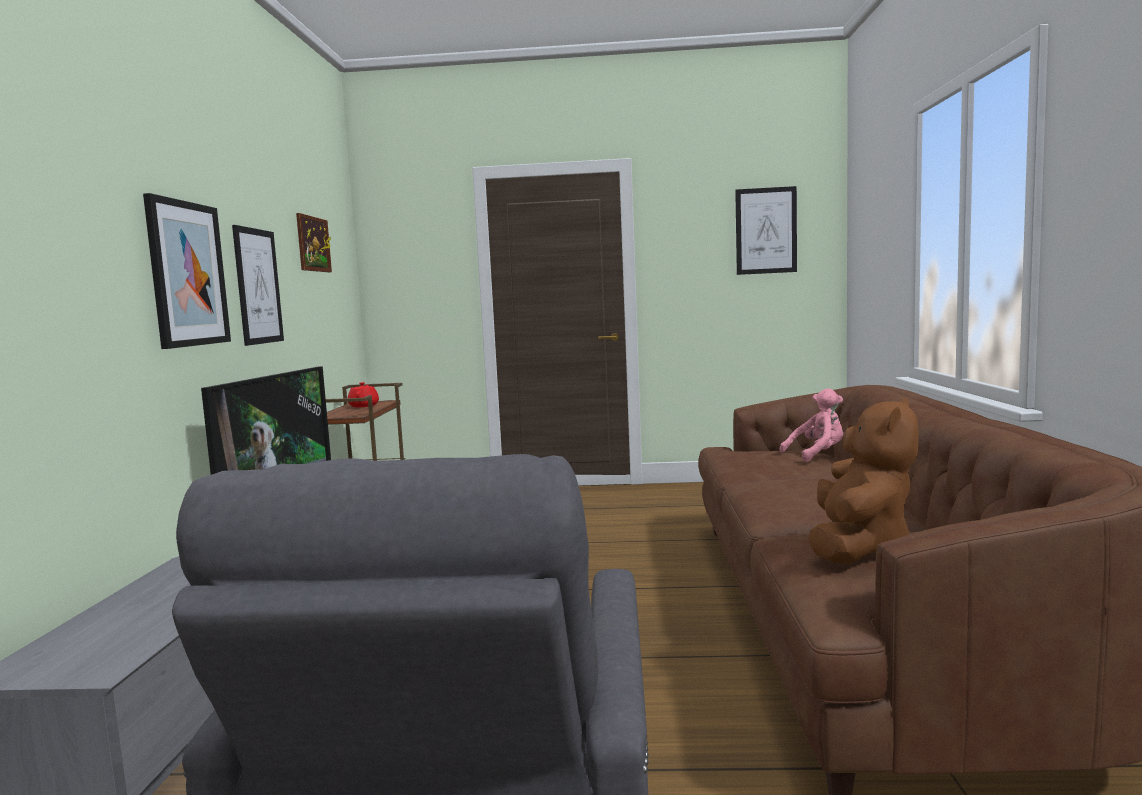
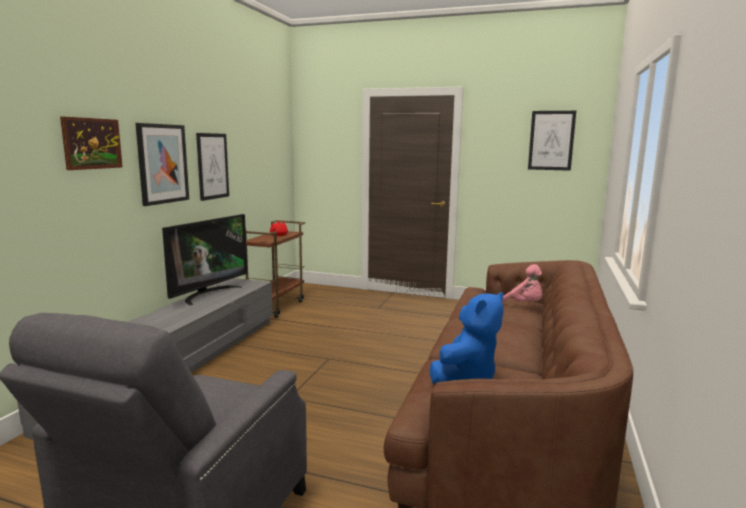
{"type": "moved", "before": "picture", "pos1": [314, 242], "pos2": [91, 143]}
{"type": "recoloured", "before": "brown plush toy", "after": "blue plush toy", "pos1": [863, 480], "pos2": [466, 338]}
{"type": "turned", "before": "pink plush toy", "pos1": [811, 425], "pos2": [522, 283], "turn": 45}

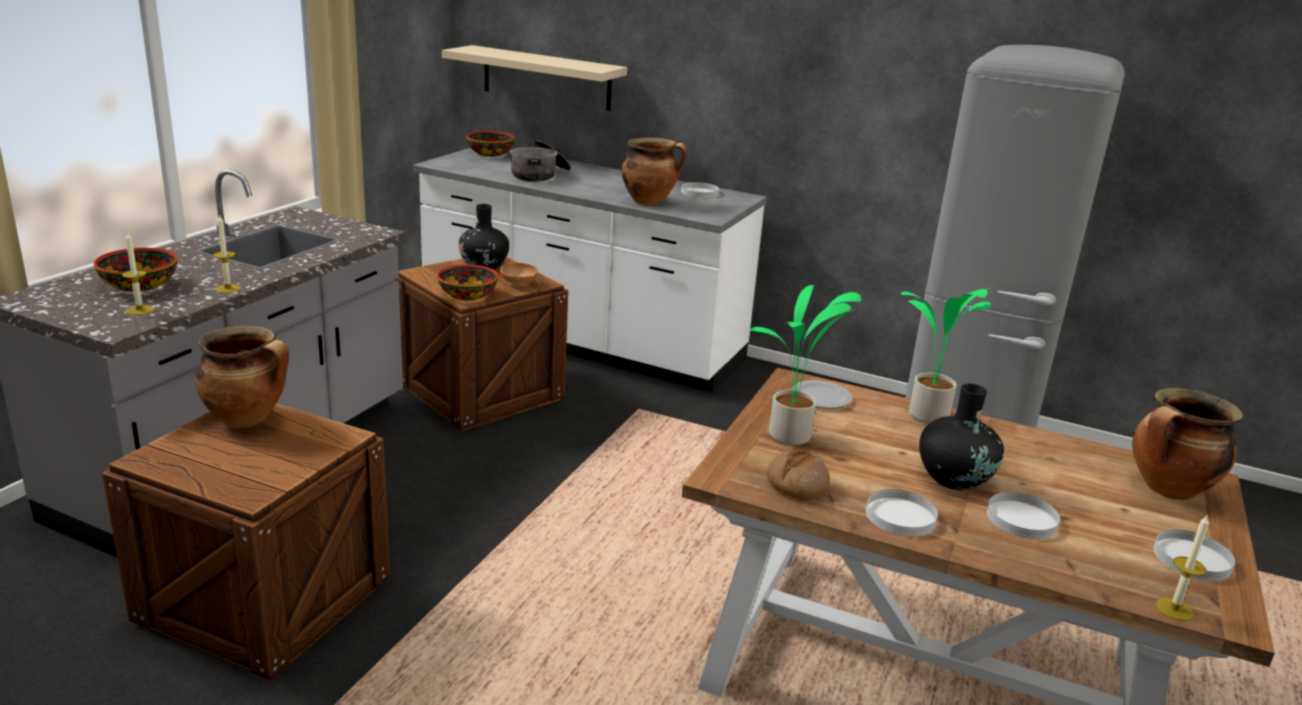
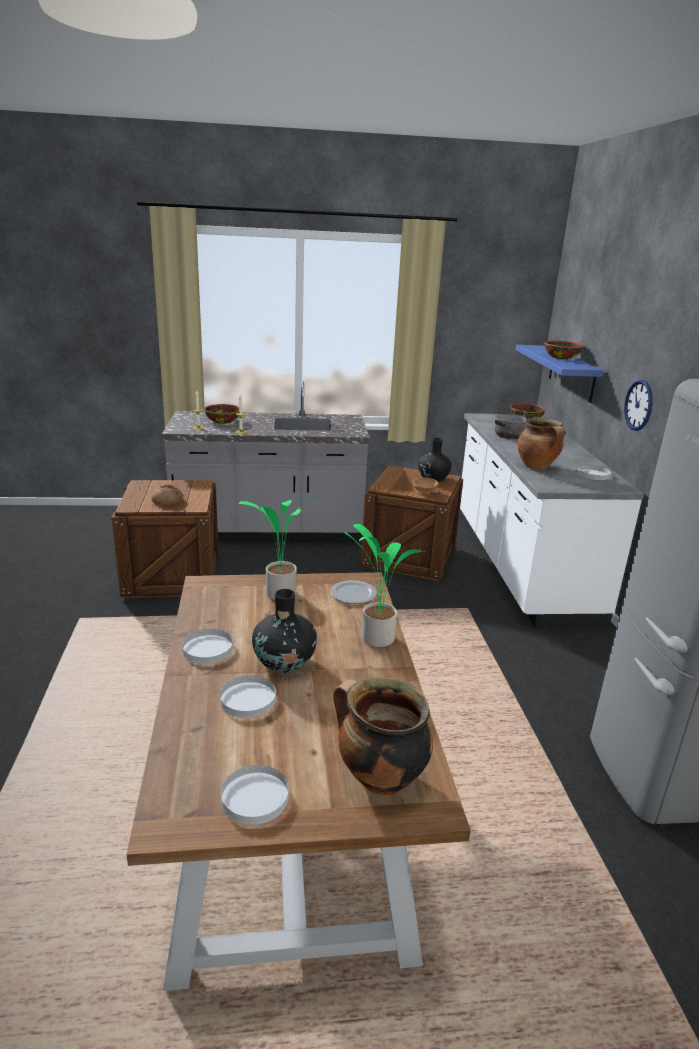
{"type": "removed", "before": "cooking pot", "pos1": [242, 377]}
{"type": "removed", "before": "candle", "pos1": [1182, 567]}
{"type": "added", "after": "wall clock", "pos2": [638, 405]}
{"type": "moved", "before": "bowl", "pos1": [467, 282], "pos2": [563, 350]}
{"type": "moved", "before": "bread", "pos1": [798, 474], "pos2": [167, 495]}
{"type": "recoloured", "before": "beige shelf", "after": "blue shelf", "pos1": [534, 78], "pos2": [560, 374]}

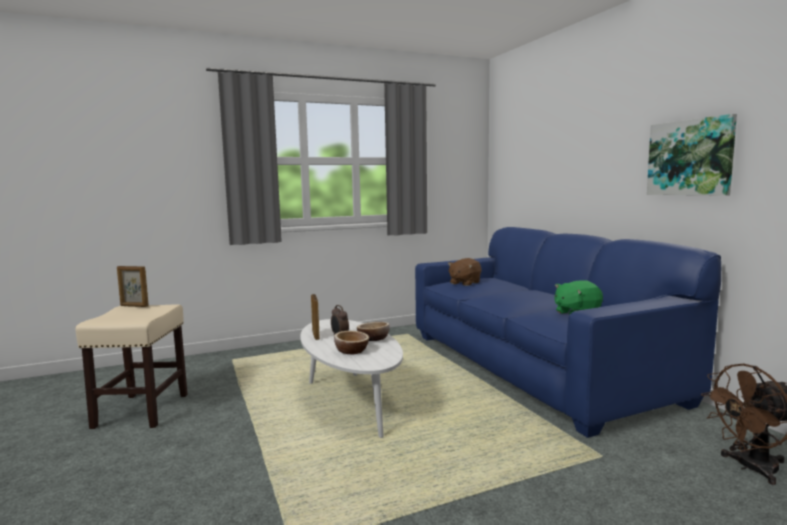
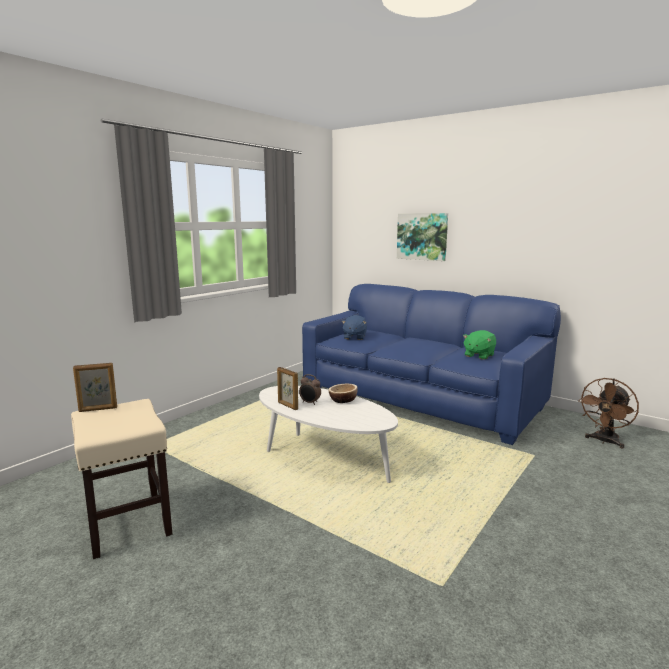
{"type": "removed", "before": "bowl", "pos1": [351, 342]}
{"type": "moved", "before": "picture", "pos1": [692, 155], "pos2": [422, 237]}
{"type": "recoloured", "before": "brown plush toy", "after": "blue plush toy", "pos1": [464, 272], "pos2": [354, 327]}

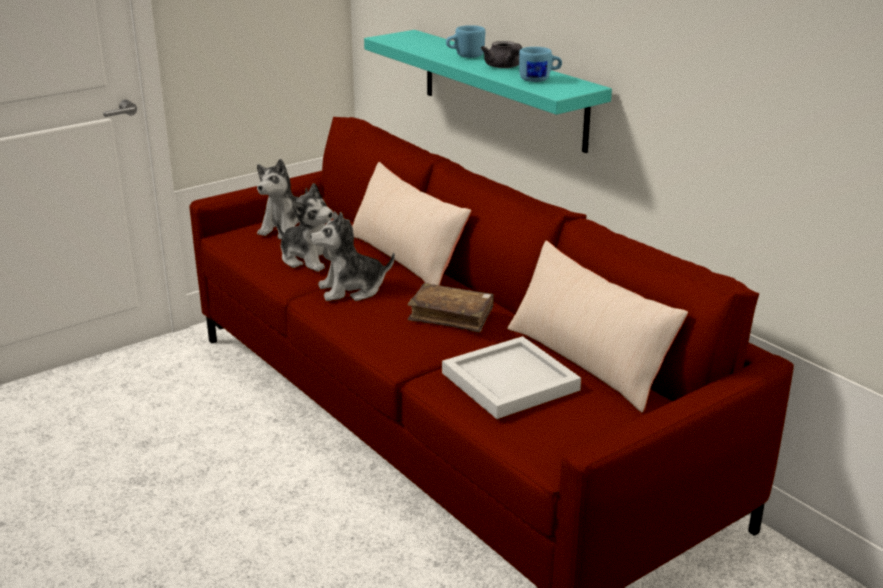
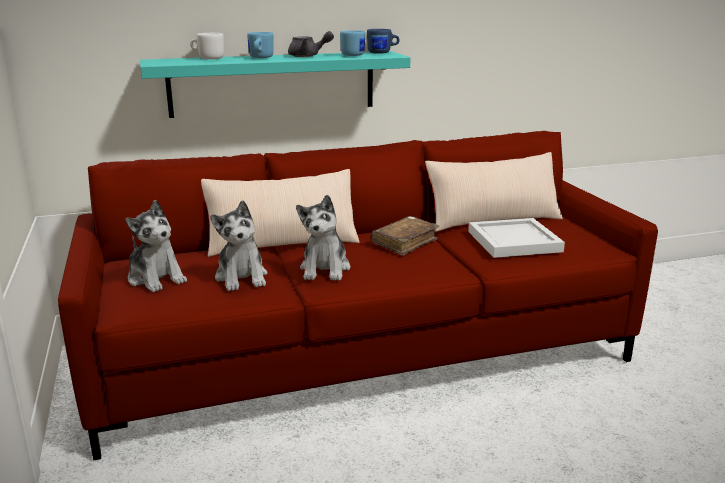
{"type": "added", "after": "white mug", "pos2": [207, 46]}
{"type": "added", "after": "blue mug", "pos2": [383, 41]}
{"type": "turned", "before": "plush toy", "pos1": [305, 227], "pos2": [238, 245], "turn": 105}

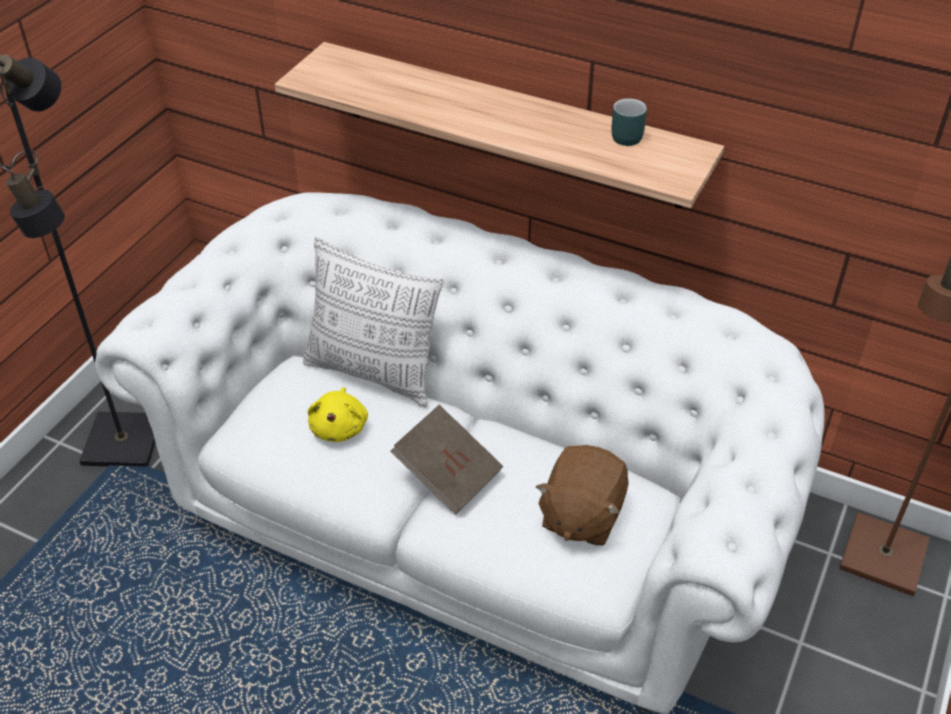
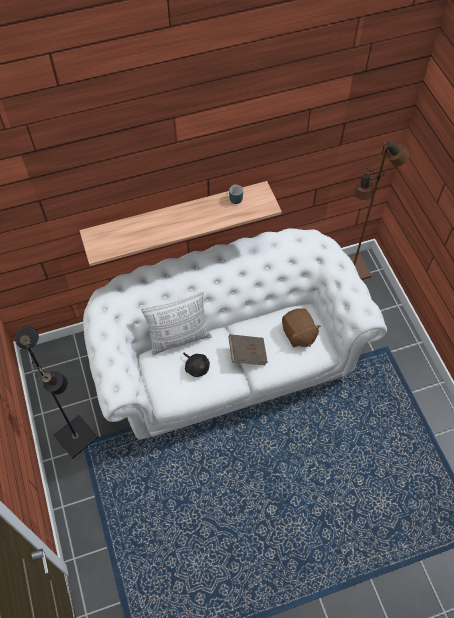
{"type": "recoloured", "before": "yellow plush toy", "after": "black plush toy", "pos1": [338, 414], "pos2": [196, 365]}

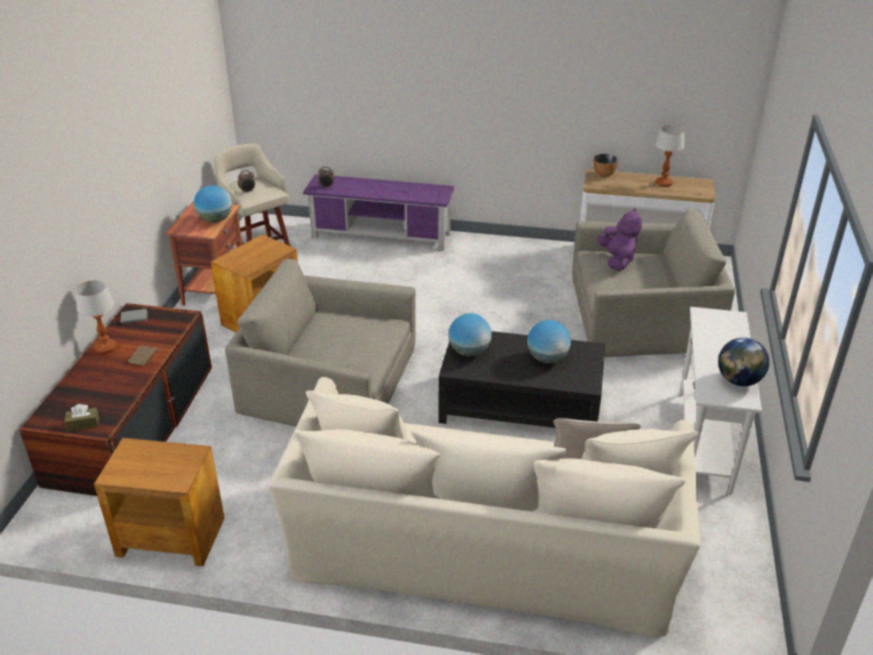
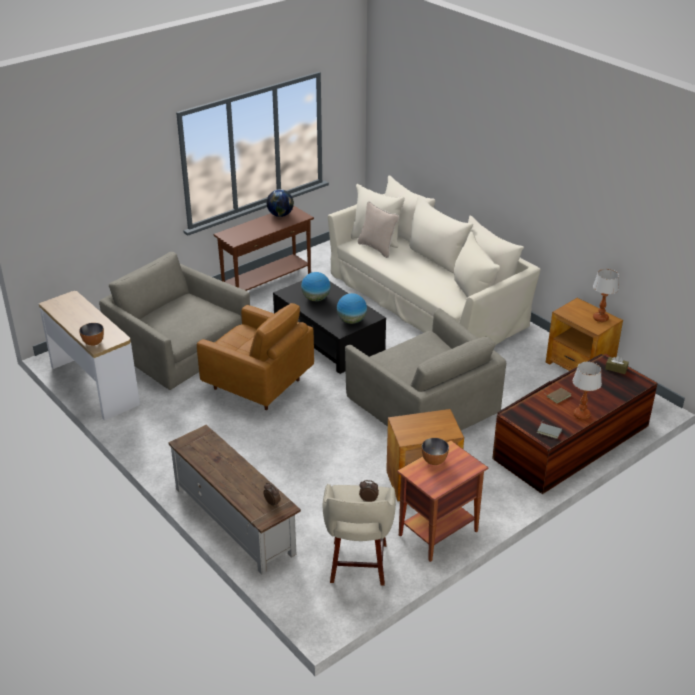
{"type": "removed", "before": "purple plush toy", "pos1": [620, 239]}
{"type": "added", "after": "brown armchair", "pos2": [255, 356]}
{"type": "moved", "before": "table lamp", "pos1": [670, 156], "pos2": [606, 295]}
{"type": "replaced", "before": "globe", "after": "bowl", "pos1": [213, 204], "pos2": [435, 451]}
{"type": "recoloured", "before": "purple tv stand", "after": "brown tv stand", "pos1": [378, 212], "pos2": [234, 500]}
{"type": "recoloured", "before": "white console table", "after": "brown console table", "pos1": [721, 401], "pos2": [263, 248]}

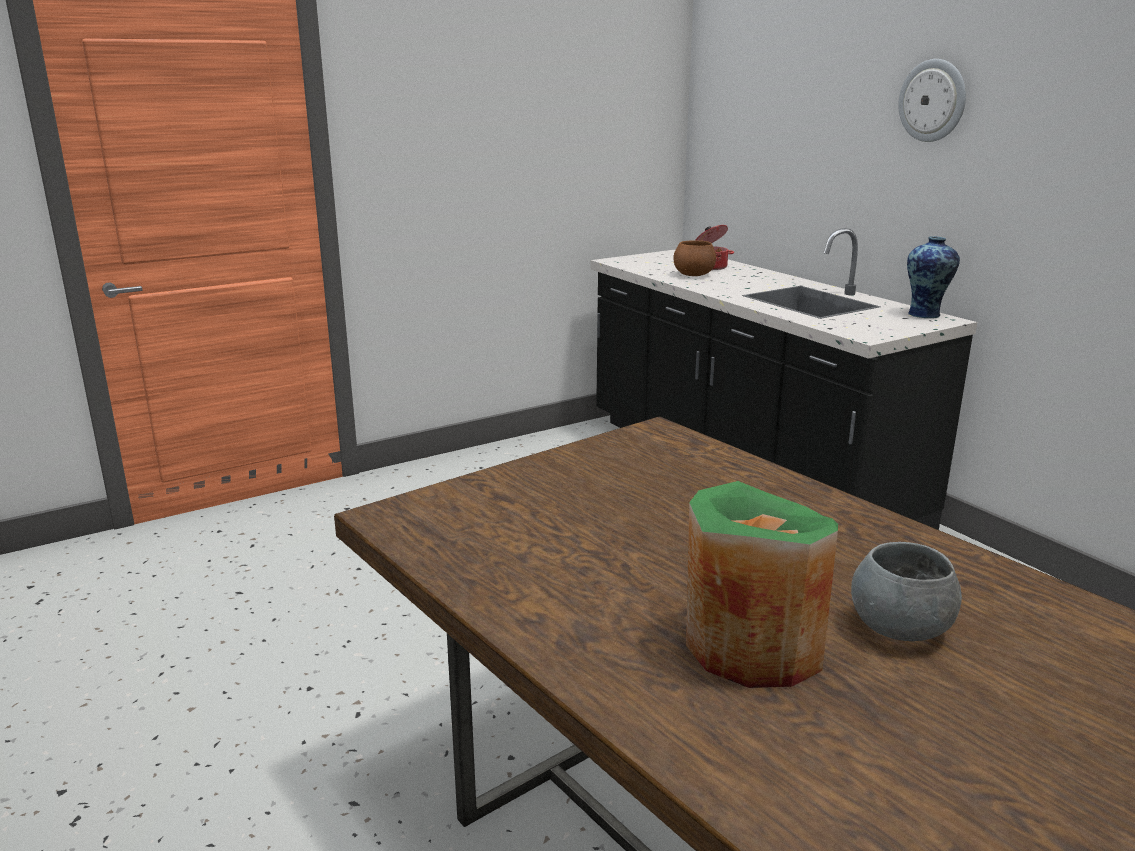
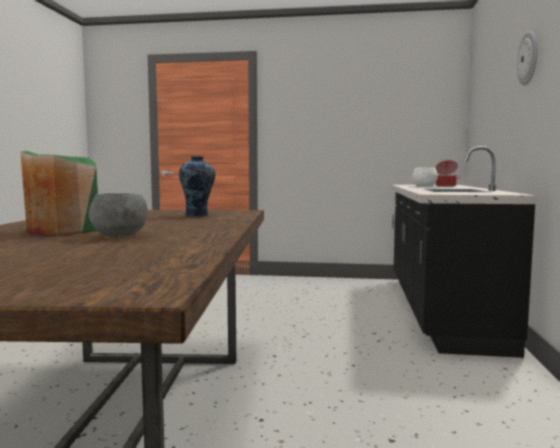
{"type": "moved", "before": "vase", "pos1": [933, 277], "pos2": [197, 186]}
{"type": "recoloured", "before": "brown bowl", "after": "white bowl", "pos1": [695, 258], "pos2": [425, 177]}

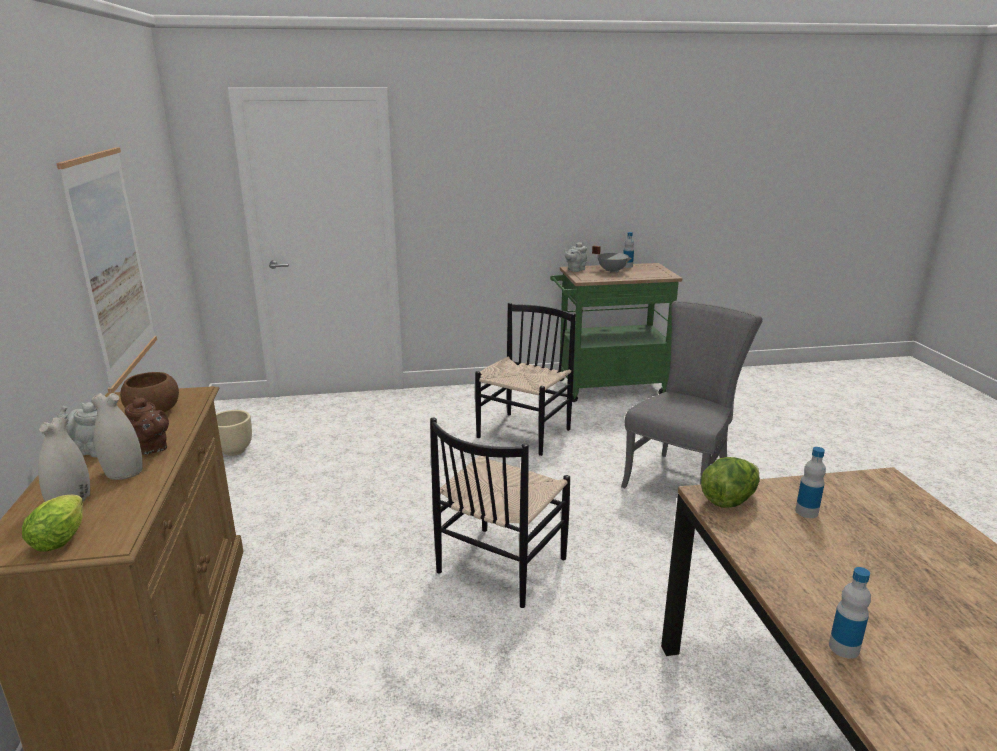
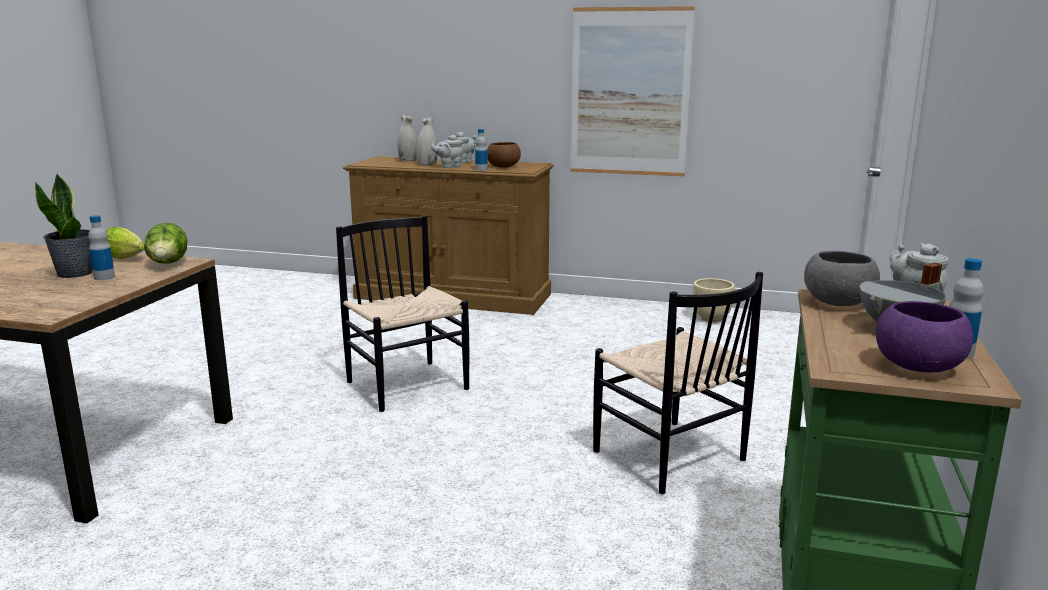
{"type": "removed", "before": "grey chair", "pos1": [692, 394]}
{"type": "added", "after": "potted plant", "pos2": [64, 225]}
{"type": "added", "after": "grey bowl", "pos2": [842, 278]}
{"type": "added", "after": "purple bowl", "pos2": [924, 336]}
{"type": "moved", "before": "lettuce", "pos1": [52, 523], "pos2": [125, 243]}
{"type": "moved", "before": "bottle", "pos1": [850, 613], "pos2": [481, 150]}
{"type": "recoloured", "before": "brown teapot", "after": "grey teapot", "pos1": [147, 425], "pos2": [447, 151]}

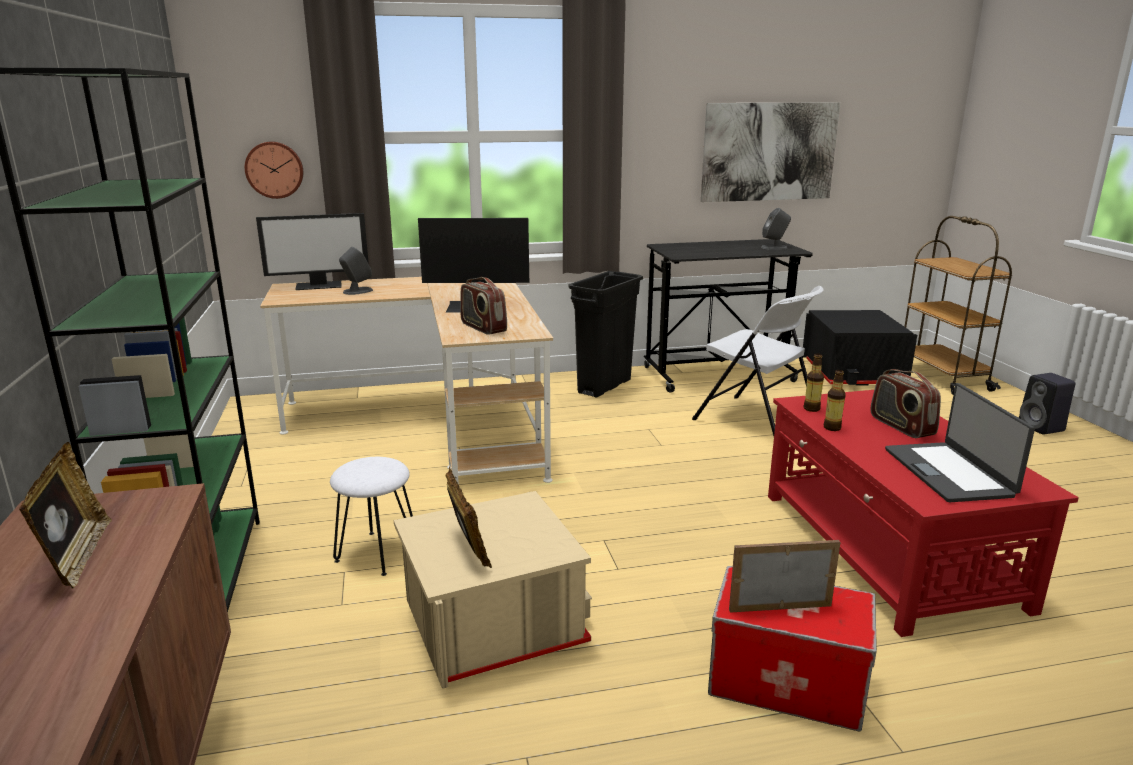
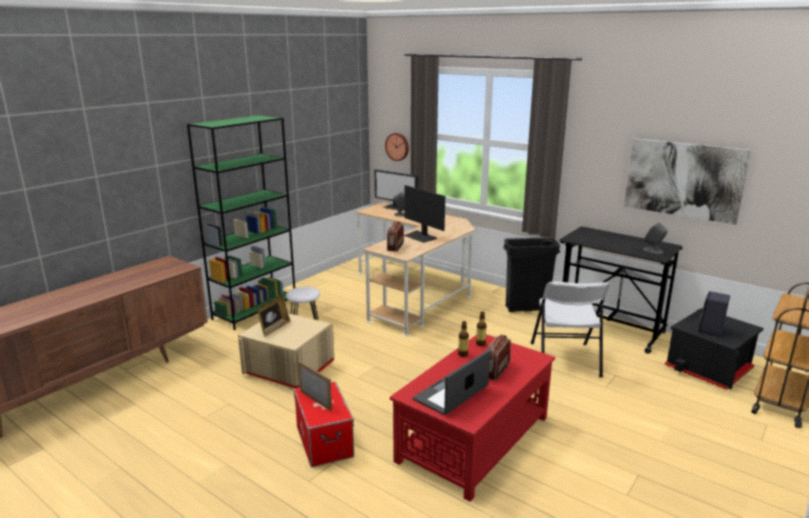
{"type": "removed", "before": "picture frame", "pos1": [65, 515]}
{"type": "moved", "before": "black speaker", "pos1": [1047, 404], "pos2": [714, 314]}

